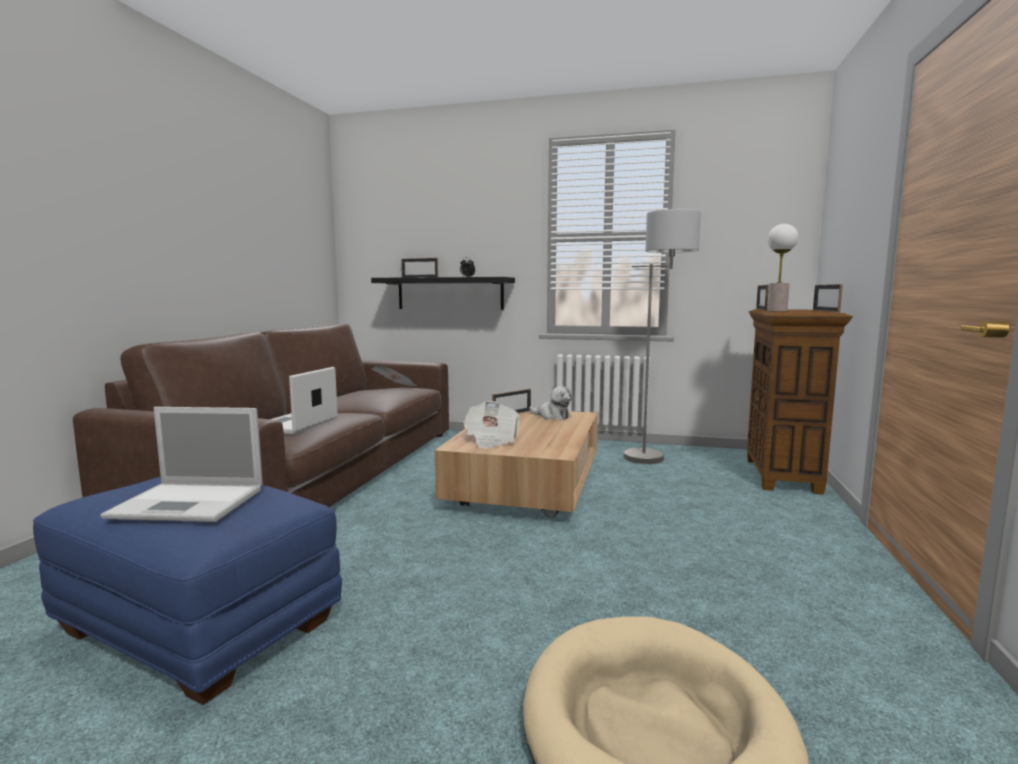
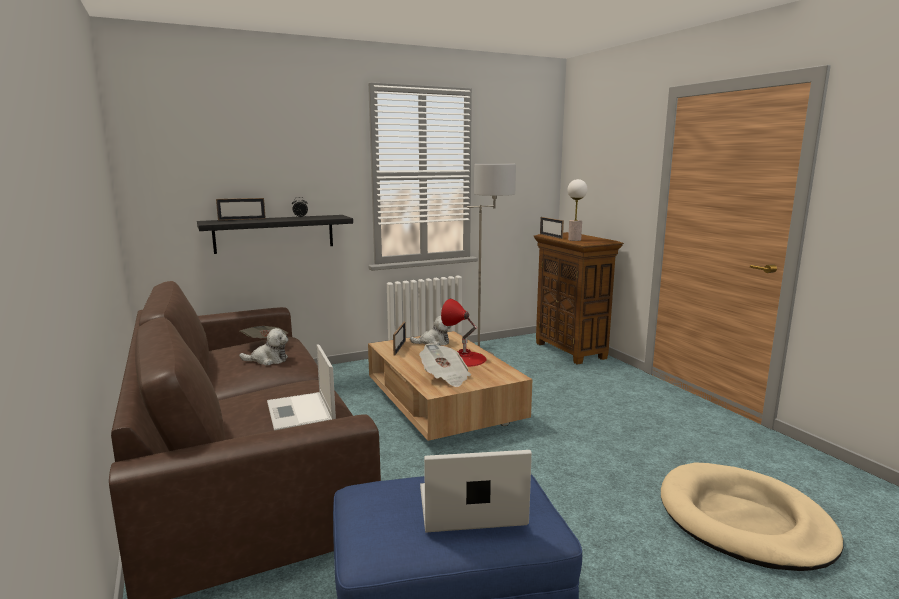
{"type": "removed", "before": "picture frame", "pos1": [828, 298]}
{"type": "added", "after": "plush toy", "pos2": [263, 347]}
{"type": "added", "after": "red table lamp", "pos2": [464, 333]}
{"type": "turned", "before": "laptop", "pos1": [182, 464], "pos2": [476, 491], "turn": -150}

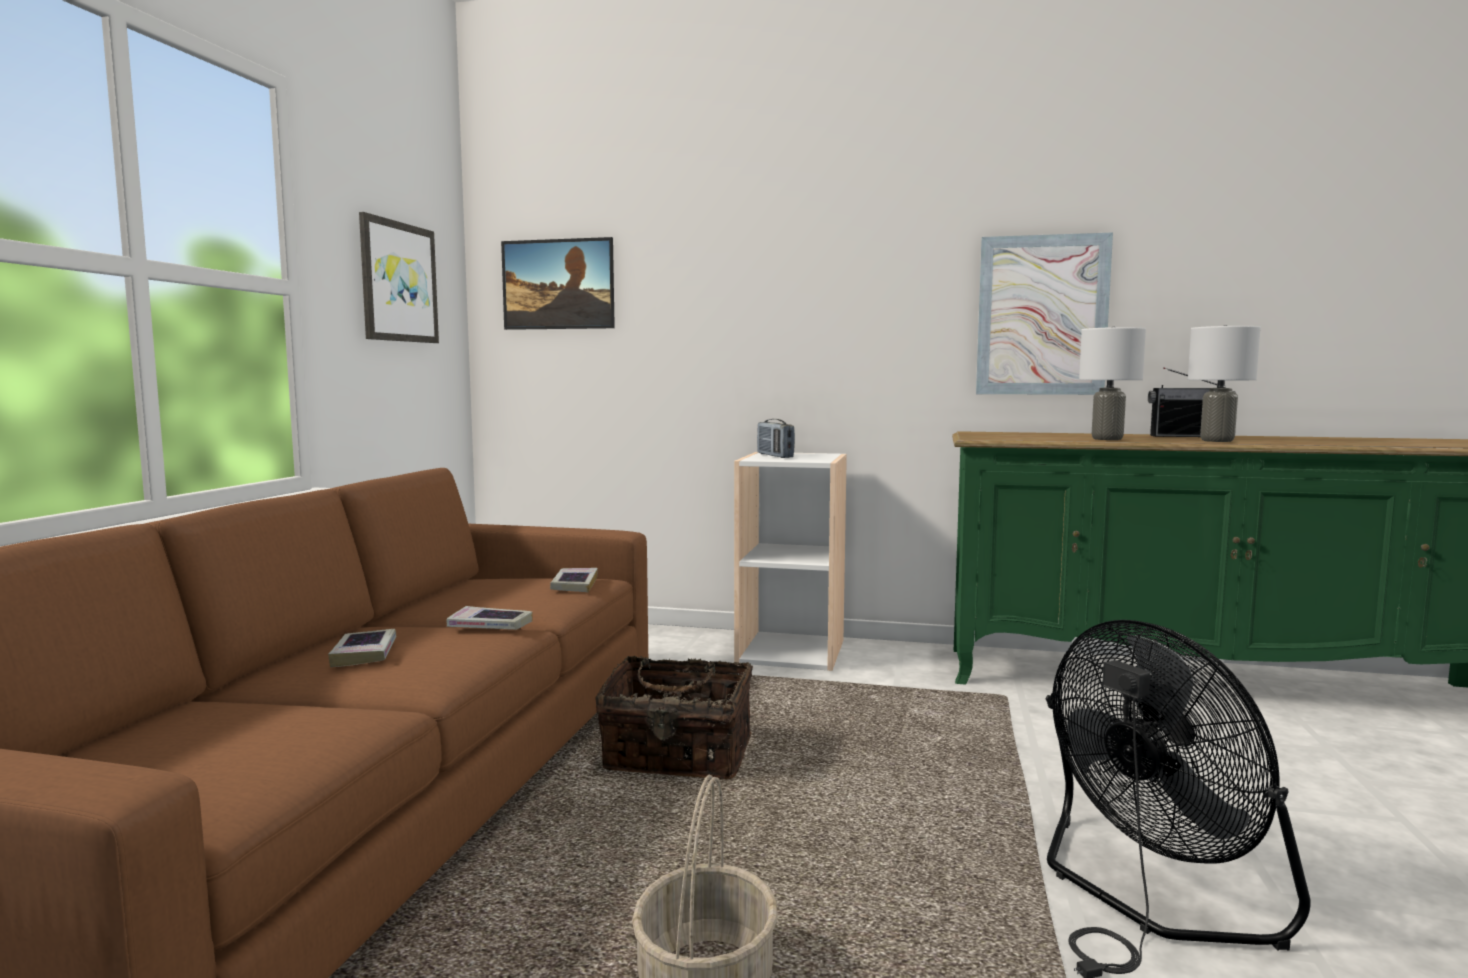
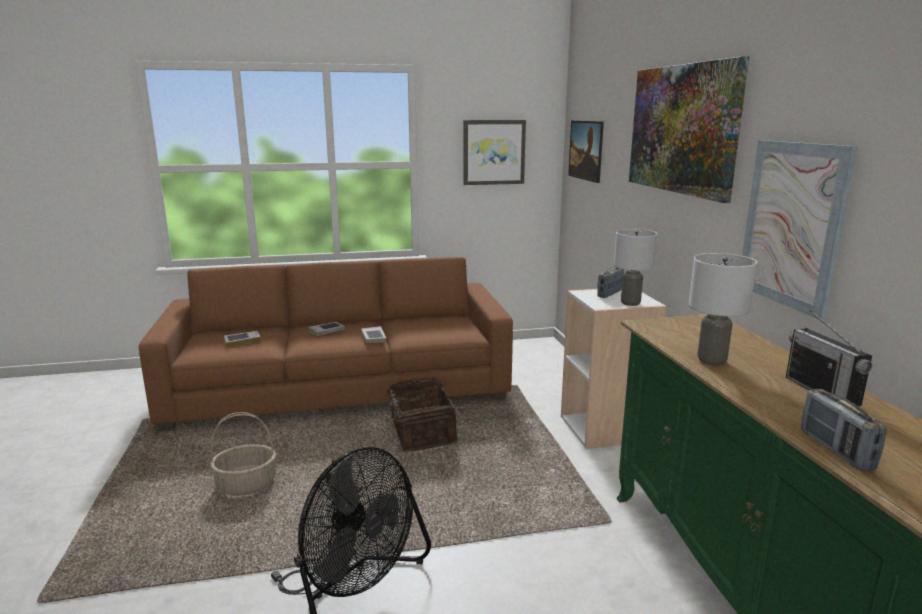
{"type": "added", "after": "picture", "pos2": [689, 129]}
{"type": "added", "after": "radio", "pos2": [844, 430]}
{"type": "moved", "before": "book", "pos1": [574, 580], "pos2": [242, 339]}
{"type": "moved", "before": "white table lamp", "pos1": [1224, 383], "pos2": [635, 267]}

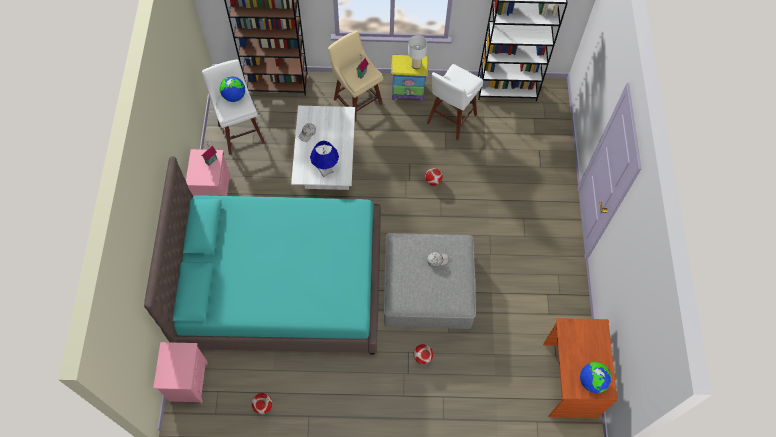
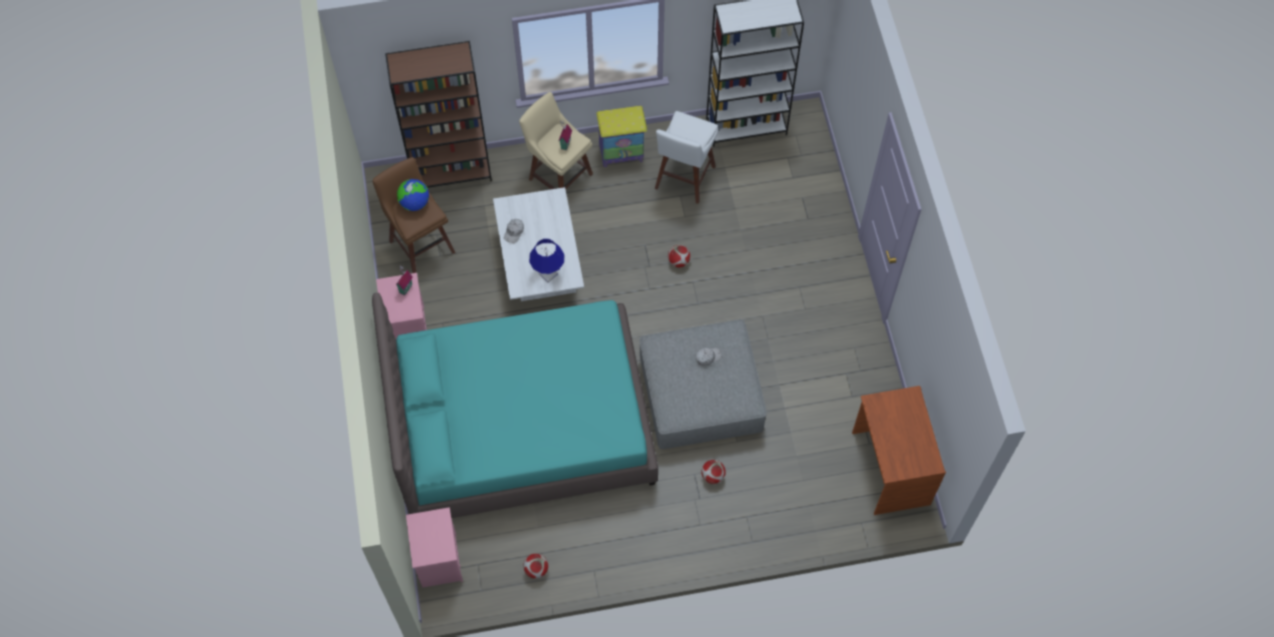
{"type": "removed", "before": "white table lamp", "pos1": [417, 52]}
{"type": "removed", "before": "globe", "pos1": [596, 377]}
{"type": "recoloured", "before": "white stool", "after": "brown stool", "pos1": [233, 107], "pos2": [413, 215]}

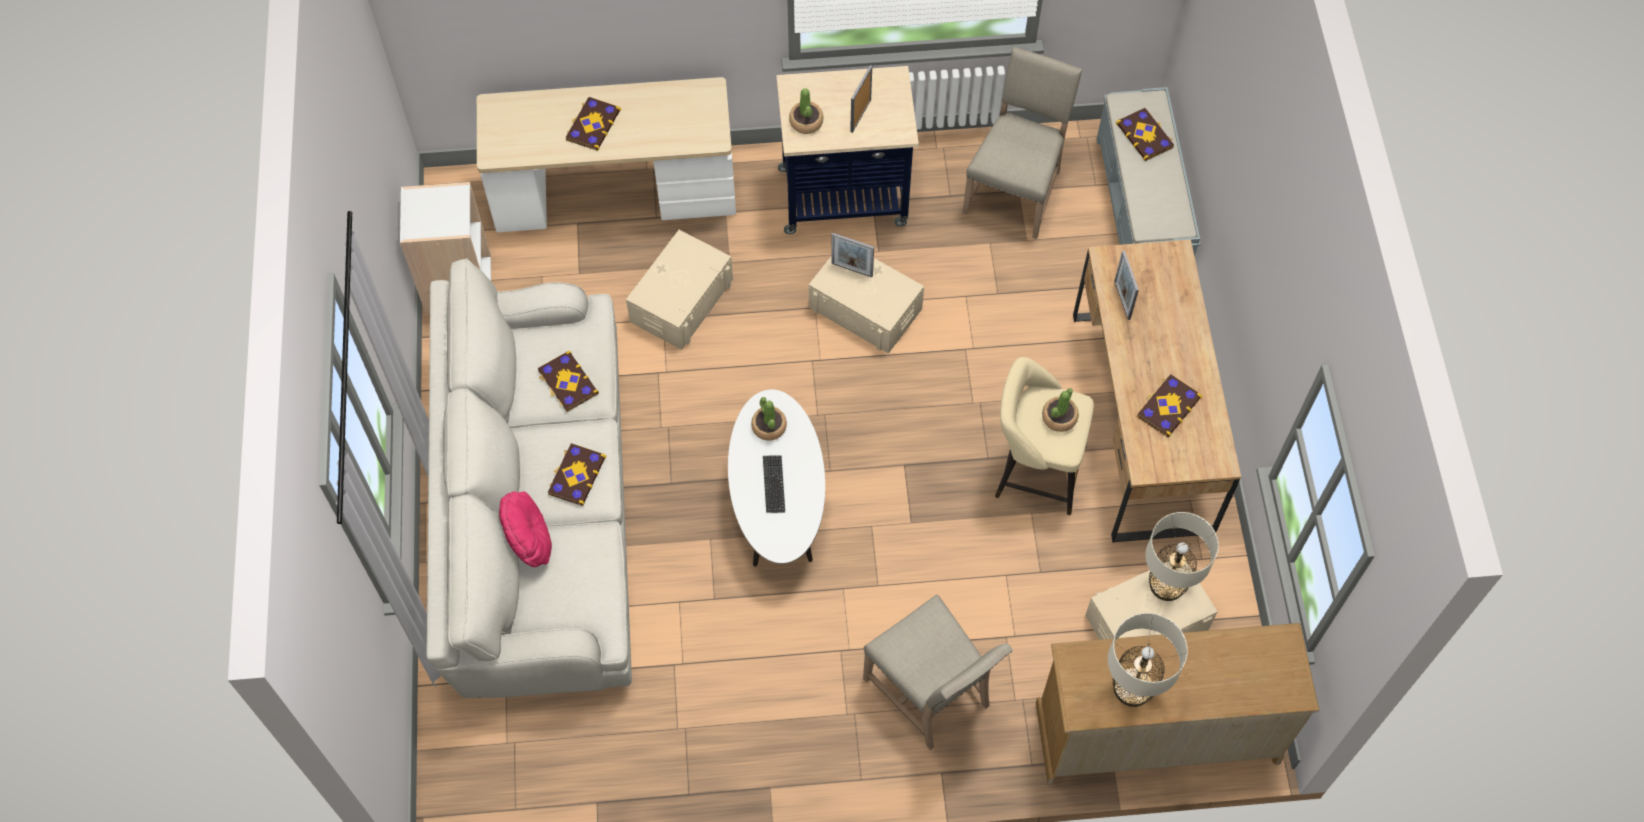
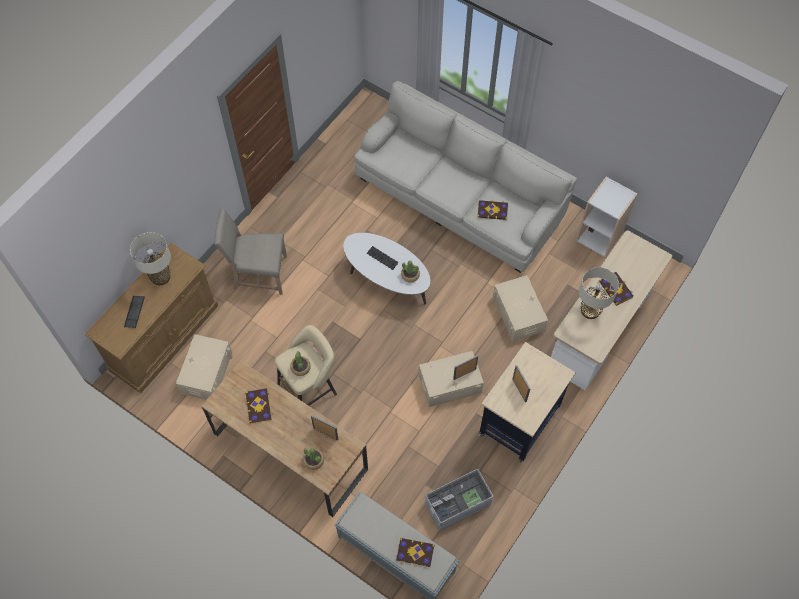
{"type": "removed", "before": "pink pillow", "pos1": [525, 529]}
{"type": "removed", "before": "book", "pos1": [577, 474]}
{"type": "added", "after": "keyboard", "pos2": [134, 312]}
{"type": "moved", "before": "potted plant", "pos1": [806, 111], "pos2": [313, 459]}
{"type": "moved", "before": "table lamp", "pos1": [1182, 556], "pos2": [599, 293]}
{"type": "replaced", "before": "beige chair", "after": "grey storage box", "pos1": [1022, 143], "pos2": [459, 500]}

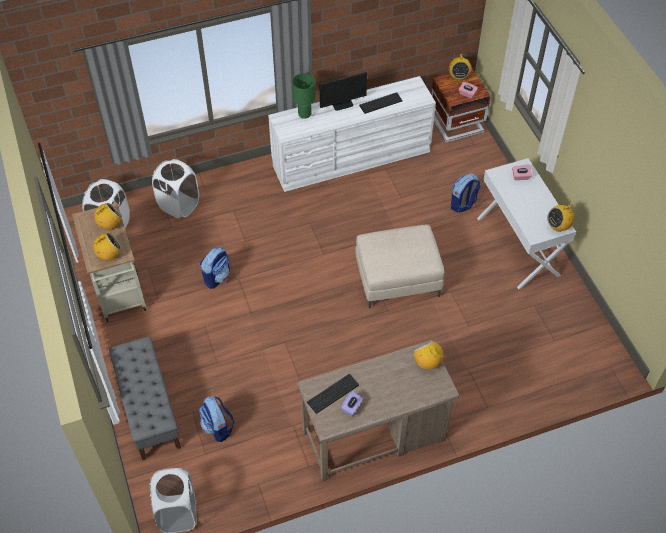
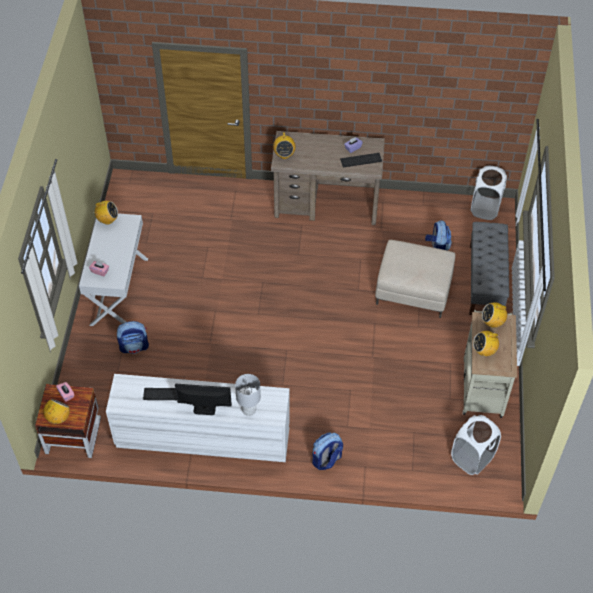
{"type": "removed", "before": "white laundry basket", "pos1": [175, 188]}
{"type": "moved", "before": "backpack", "pos1": [215, 268], "pos2": [327, 451]}
{"type": "moved", "before": "beige ottoman", "pos1": [400, 266], "pos2": [415, 279]}
{"type": "recoloured", "before": "green table lamp", "after": "grey table lamp", "pos1": [304, 96], "pos2": [248, 395]}

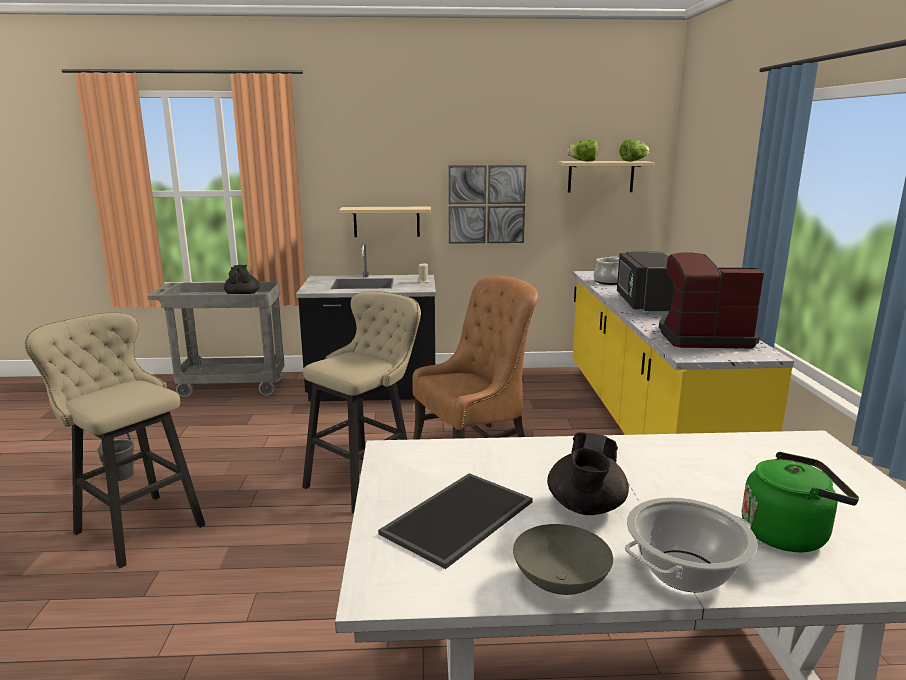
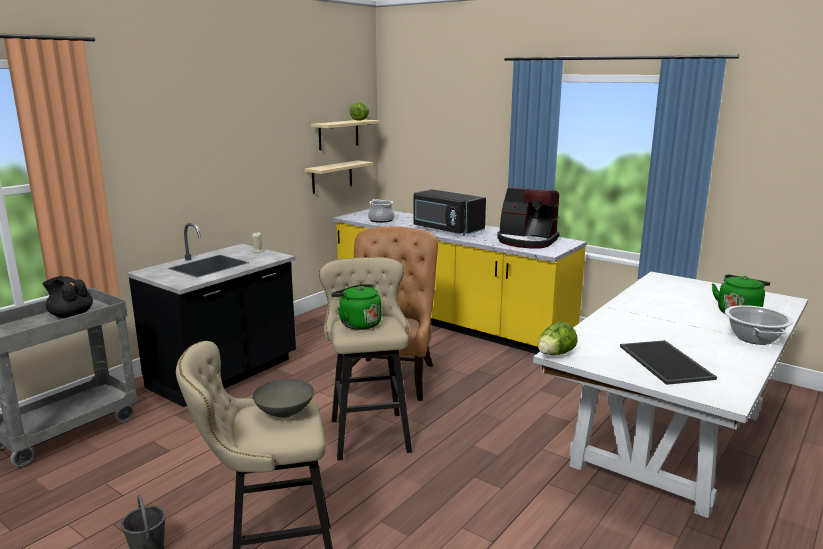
{"type": "removed", "before": "picture", "pos1": [487, 204]}
{"type": "removed", "before": "black teapot", "pos1": [588, 473]}
{"type": "added", "after": "green kettle", "pos2": [356, 307]}
{"type": "moved", "before": "beige shelf", "pos1": [385, 222], "pos2": [339, 177]}
{"type": "moved", "before": "grey bowl", "pos1": [563, 559], "pos2": [283, 398]}
{"type": "moved", "before": "lettuce", "pos1": [582, 150], "pos2": [557, 338]}
{"type": "turned", "before": "coffee machine", "pos1": [711, 300], "pos2": [528, 218], "turn": -105}

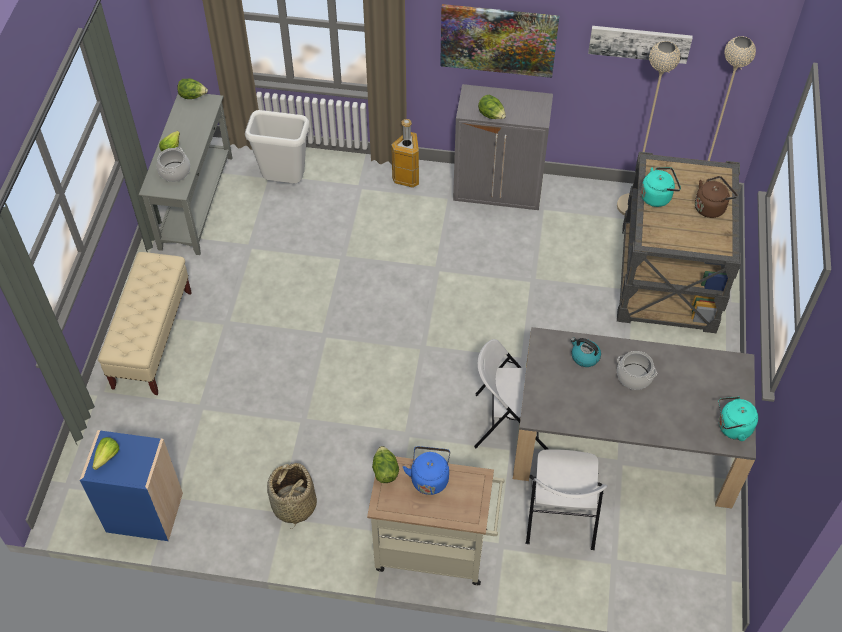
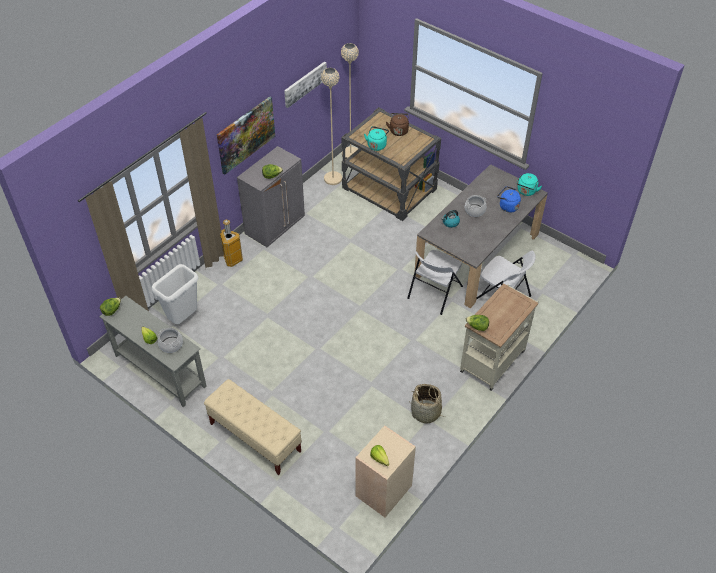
{"type": "moved", "before": "blue kettle", "pos1": [426, 470], "pos2": [509, 199]}
{"type": "recoloured", "before": "blue bookcase", "after": "beige bookcase", "pos1": [131, 485], "pos2": [385, 471]}

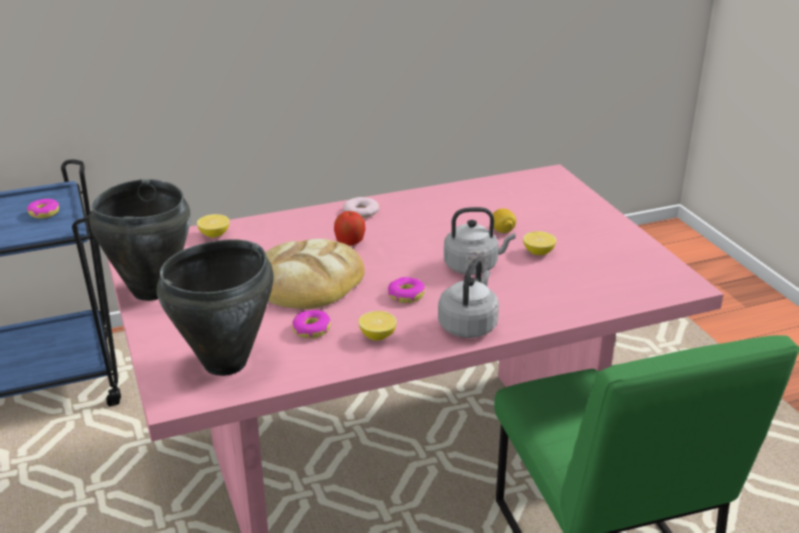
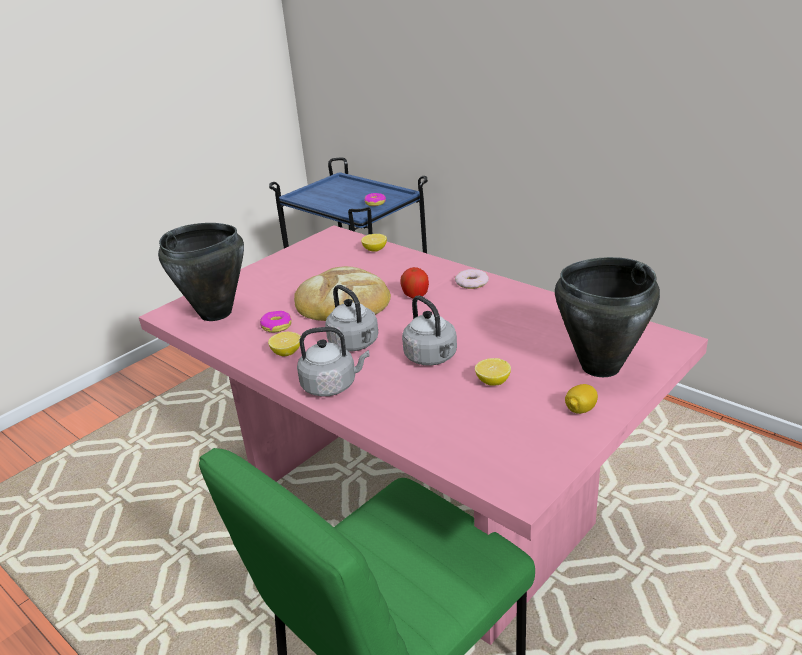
{"type": "moved", "before": "black cooking pot", "pos1": [140, 240], "pos2": [607, 317]}
{"type": "moved", "before": "lemon", "pos1": [504, 220], "pos2": [581, 399]}
{"type": "replaced", "before": "donut", "after": "grey kettle", "pos1": [406, 290], "pos2": [351, 318]}

